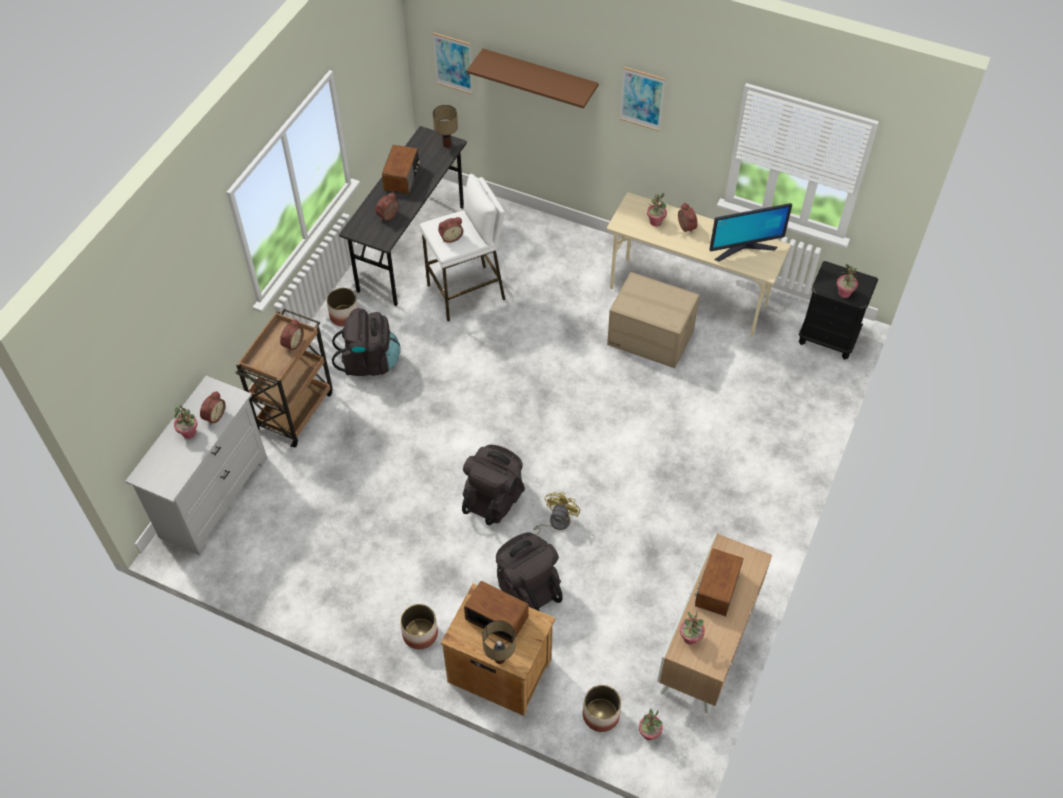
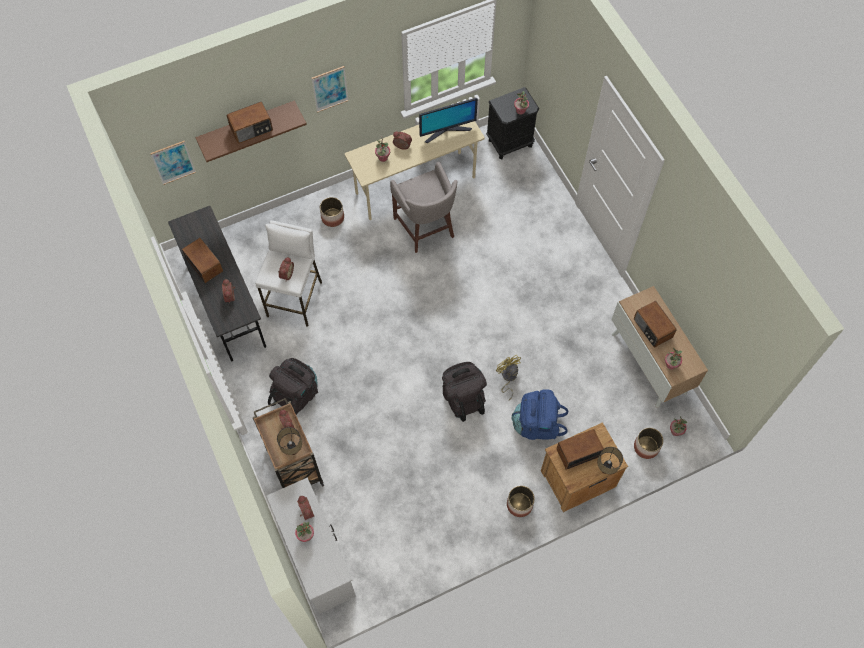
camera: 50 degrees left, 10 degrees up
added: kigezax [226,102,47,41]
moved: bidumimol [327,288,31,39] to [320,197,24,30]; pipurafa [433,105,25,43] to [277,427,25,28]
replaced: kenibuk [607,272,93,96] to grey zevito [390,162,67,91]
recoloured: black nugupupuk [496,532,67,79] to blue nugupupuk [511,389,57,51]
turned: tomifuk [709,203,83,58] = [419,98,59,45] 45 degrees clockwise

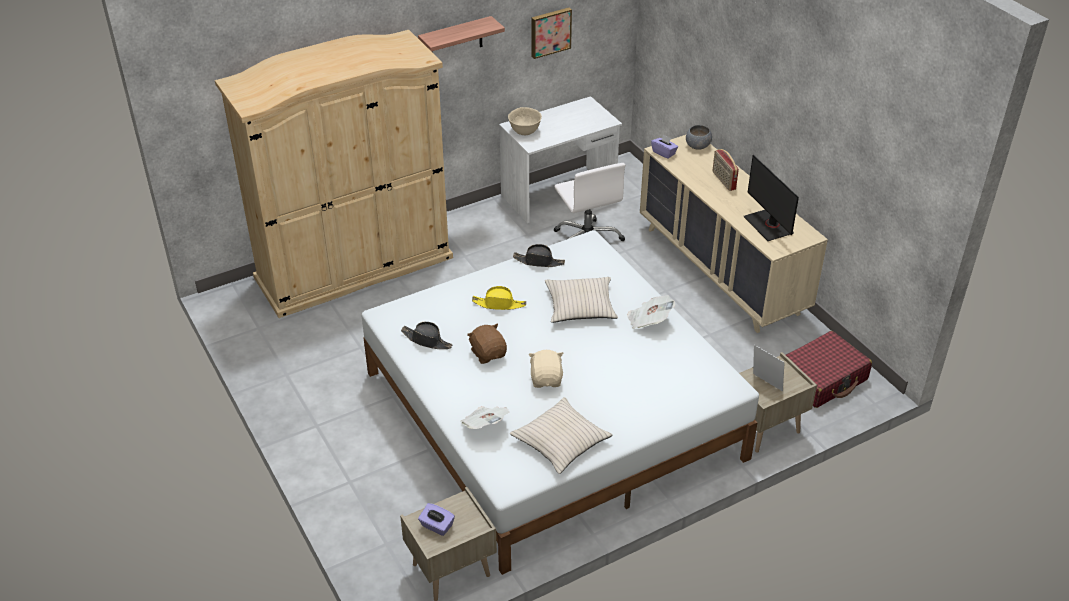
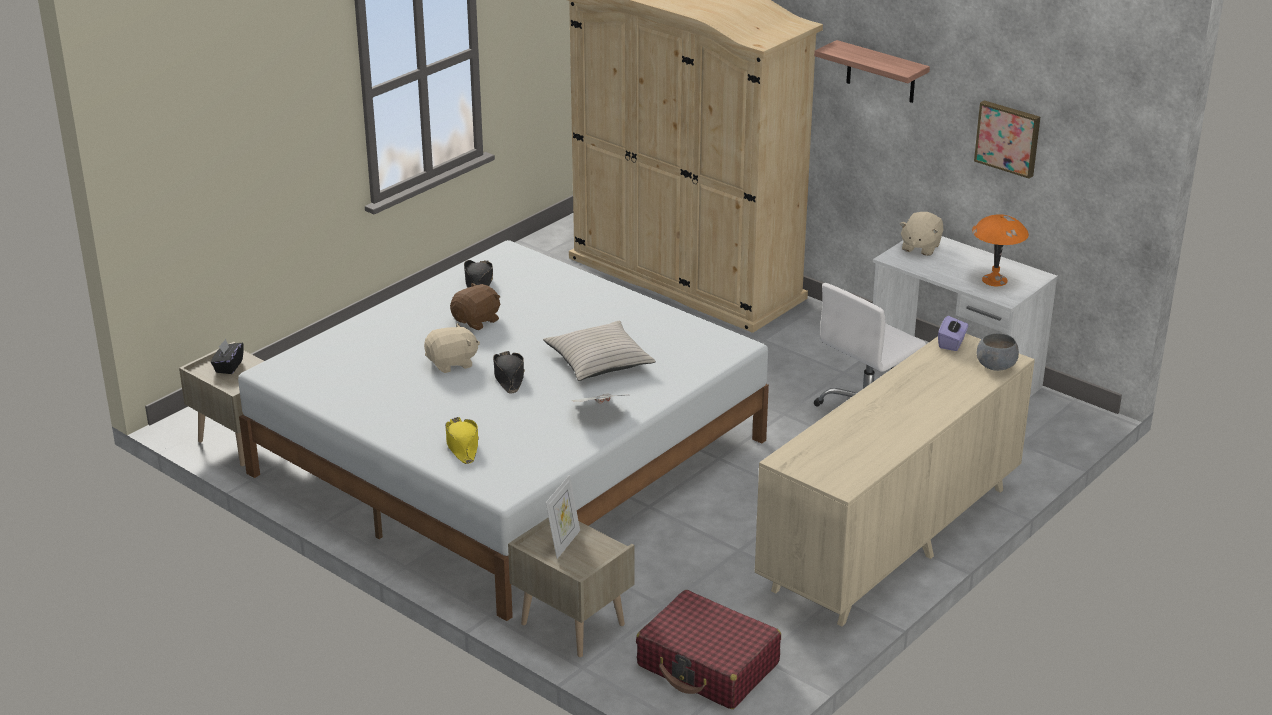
camera: 70 degrees right, 10 degrees down
removed: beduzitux [461,406,49,23]; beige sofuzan [509,397,104,77]; kigezax [713,149,26,42]; tomifuk [744,155,55,86]
added: orange pipurafa [972,214,57,72]
moved: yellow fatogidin [472,286,54,24] to [445,417,34,47]; black fatogidin [513,244,52,23] to [493,351,32,42]
replaced: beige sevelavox [508,107,34,28] to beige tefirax [900,212,44,44]
recoloured: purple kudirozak [418,503,37,33] to black kudirozak [211,339,33,35]

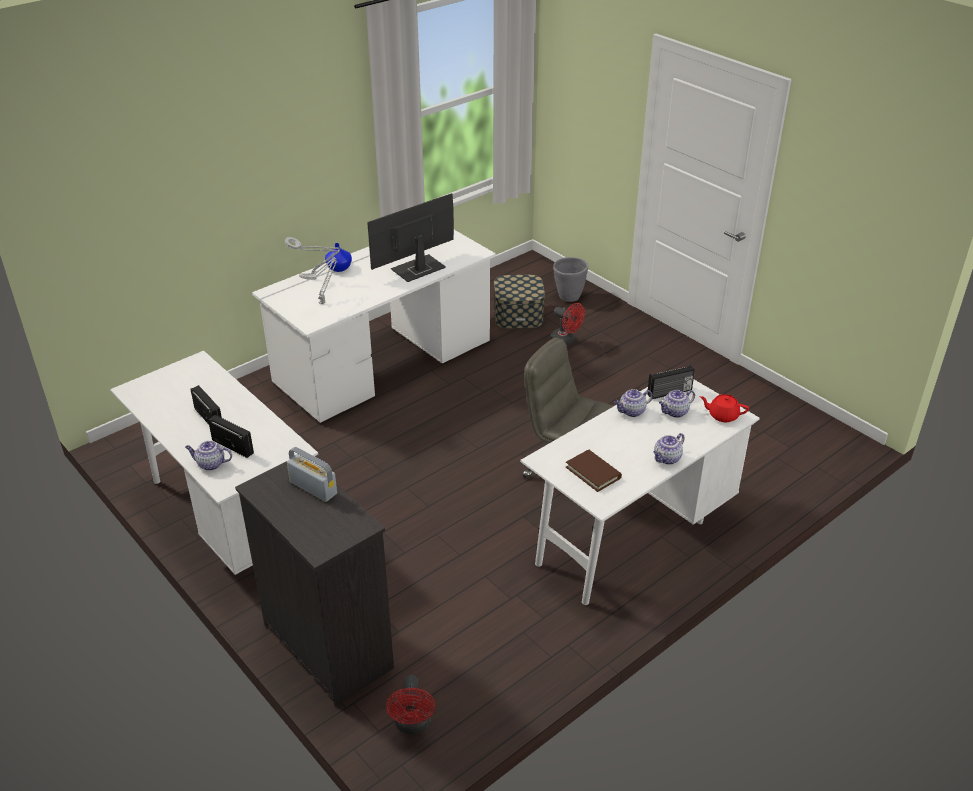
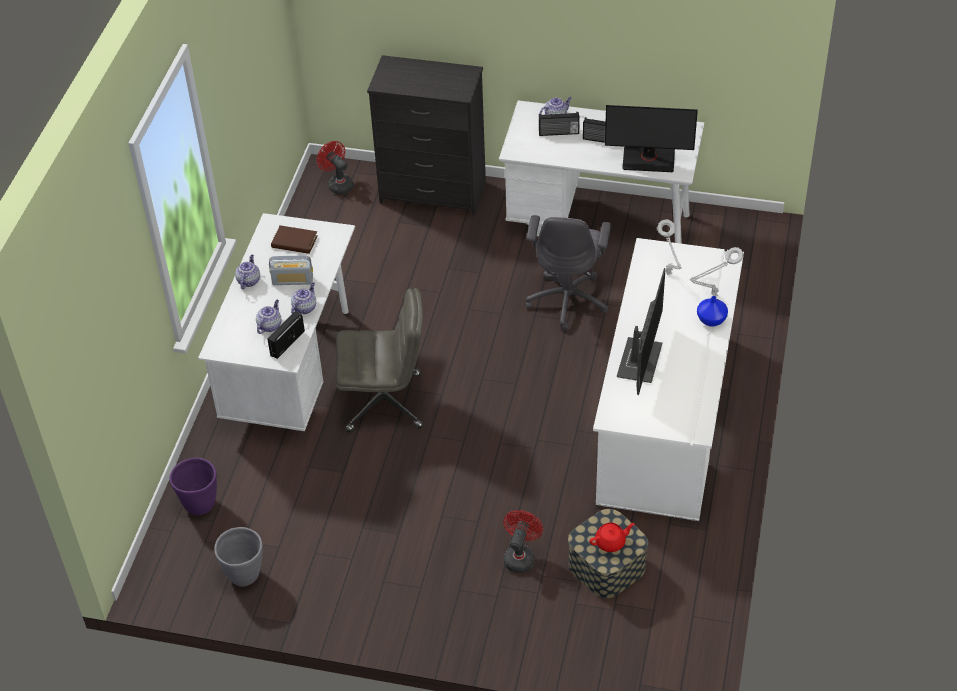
camera: 145 degrees right, 10 degrees up
added: purple bidumimol [169,458,48,57]; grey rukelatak [526,215,85,116]; tomifuk [605,105,93,67]
moved: kigezax [287,447,50,55] to [269,255,44,30]; grey bidumimol [553,257,35,45] to [214,527,49,60]; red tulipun [700,394,49,28] to [589,523,46,29]
turned: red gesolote [550,303,35,43] = [503,510,40,63] 105 degrees clockwise

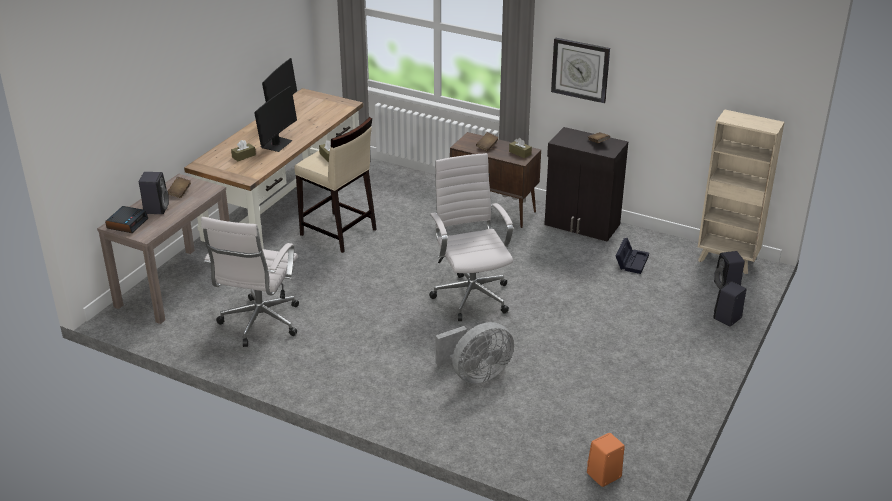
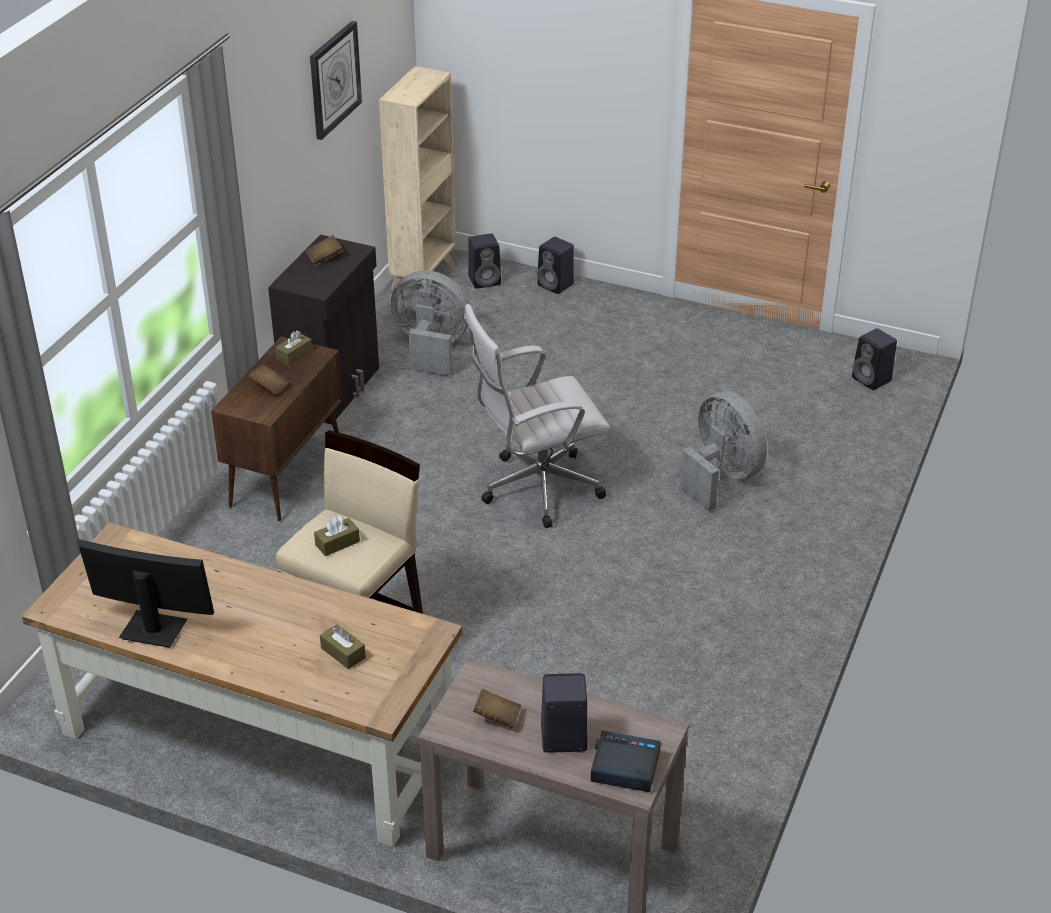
camera: 95 degrees left, 5 degrees up
removed: white rukelatak [201,217,98,130]; tomifuk [254,86,43,66]
moved: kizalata [551,37,59,66] to [310,21,52,119]
replaced: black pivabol [615,238,34,36] to grey gesolote [391,270,79,106]
recoloured: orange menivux [587,433,38,54] to black menivux [852,328,45,62]

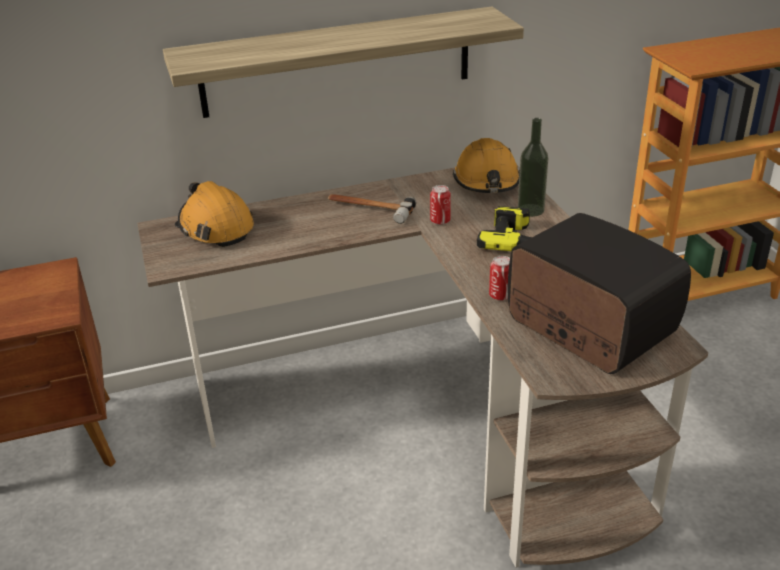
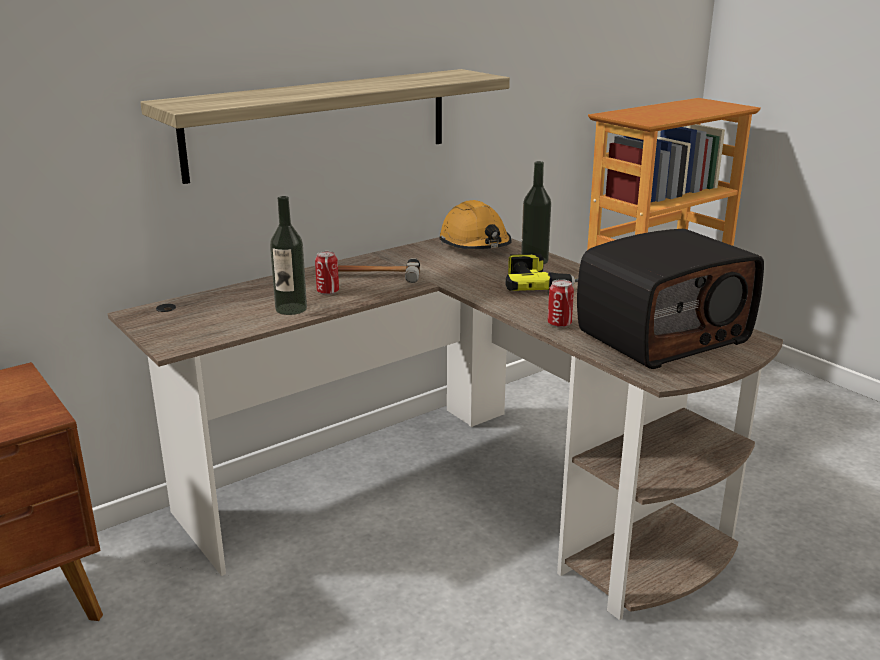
camera: 20 degrees left, 10 degrees down
removed: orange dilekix [178,181,76,66]
added: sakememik [270,196,37,119]
moved: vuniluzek [430,185,21,40] to [315,251,24,44]
turned: kigezax [508,213,183,161] = [577,229,187,140] 120 degrees clockwise

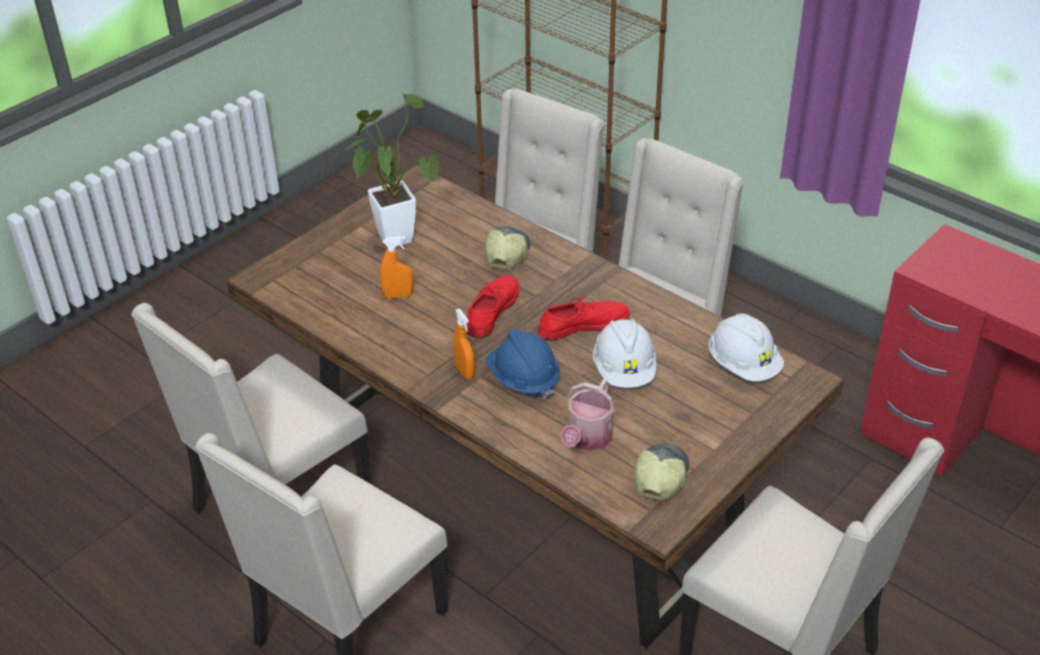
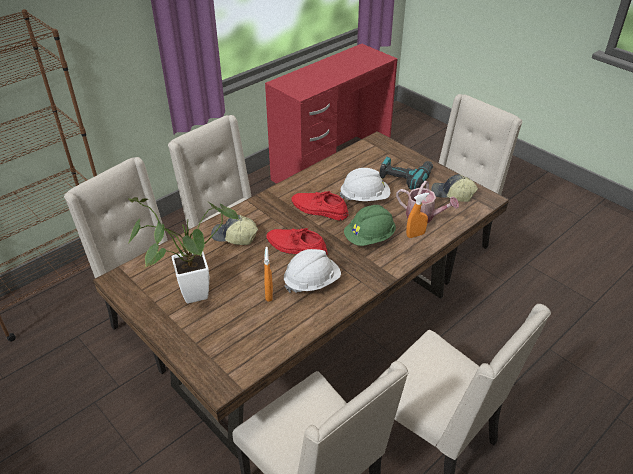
camera: 85 degrees left, 0 degrees up
added: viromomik [380,157,53,33]
moved: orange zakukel [453,309,22,71] to [406,193,23,45]; white dilekix [708,313,76,68] to [284,249,57,44]
recoloured: blue dilekix [485,330,75,70] to green dilekix [344,205,52,41]
turned: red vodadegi [538,294,92,47] = [291,191,57,30] 45 degrees counterclockwise

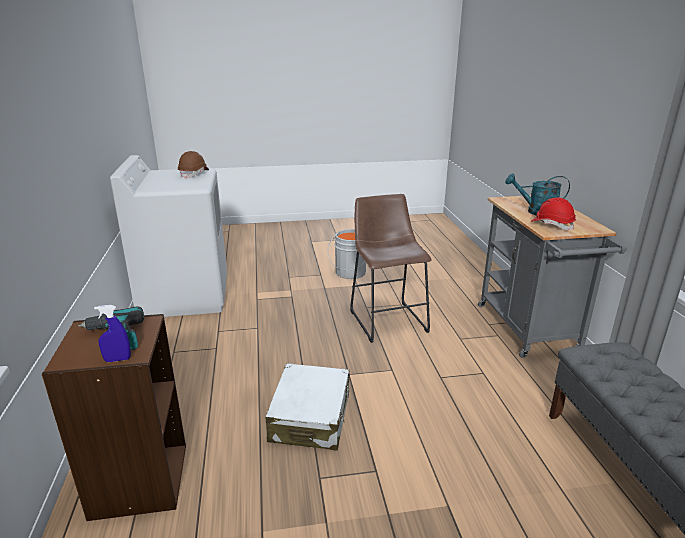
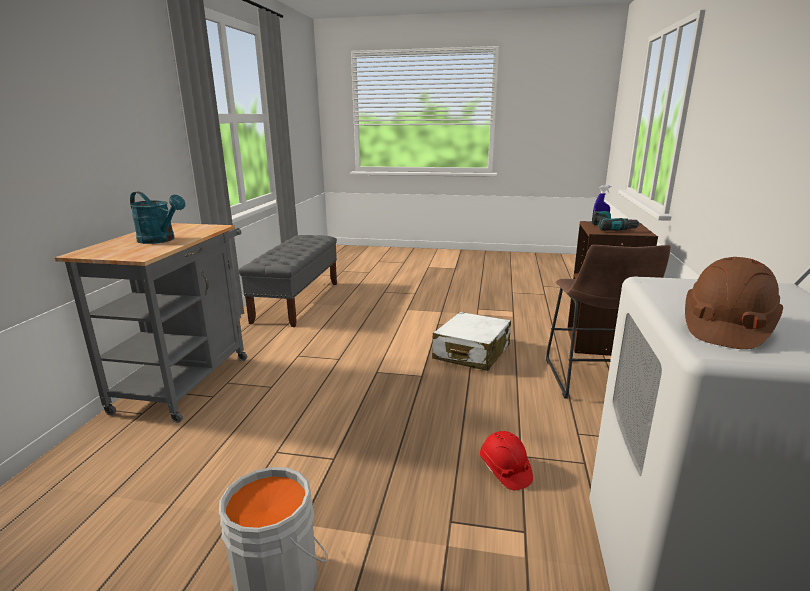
camera: 160 degrees left, 5 degrees down
moved: brown zevito [350,194,82,149] to [546,245,124,154]; red dilekix [530,197,46,33] to [480,431,53,59]

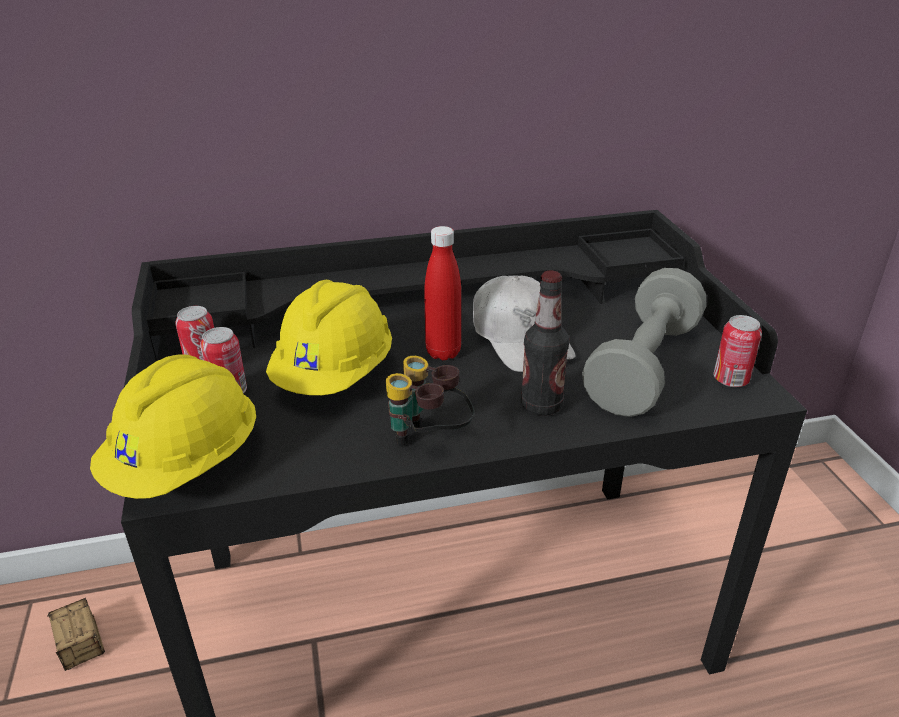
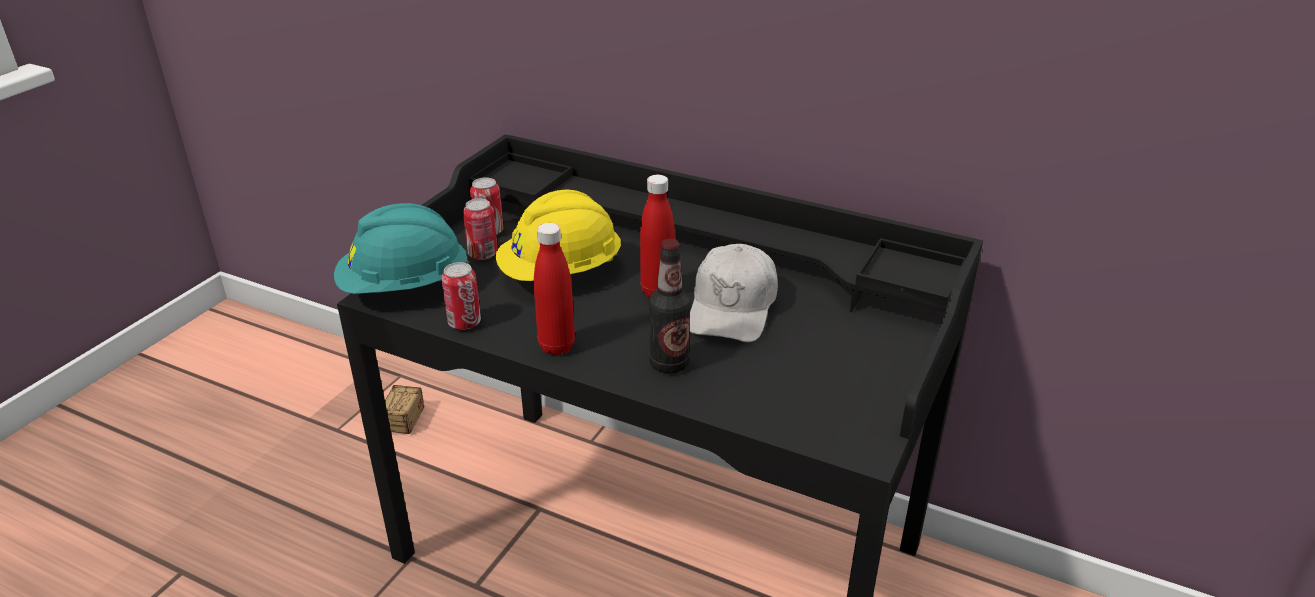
camera: 40 degrees right, 0 degrees up
removed: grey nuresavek [582,268,124,149]
moved: vuniluzek [714,315,48,72] to [441,262,40,68]
replaced: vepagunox [386,356,89,90] to red sakememik [534,223,41,133]
recoloured: yellow dilekix [90,354,166,145] to turquoise dilekix [334,203,135,91]

